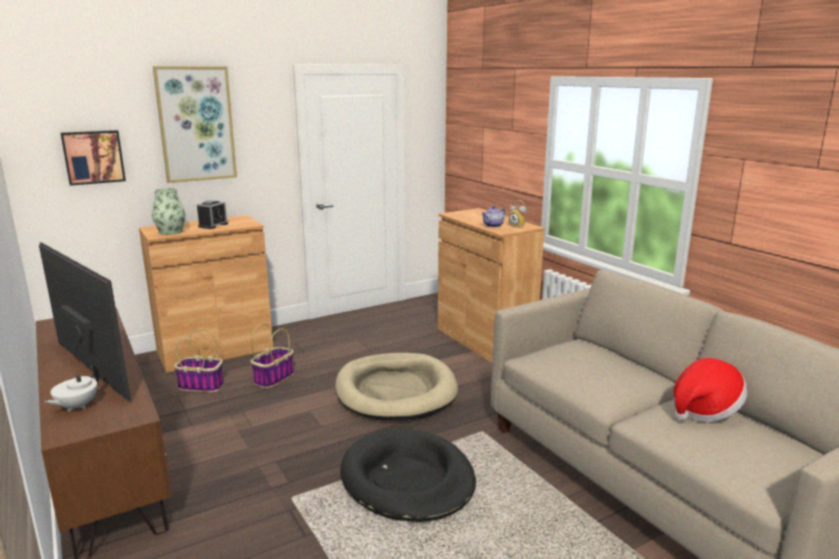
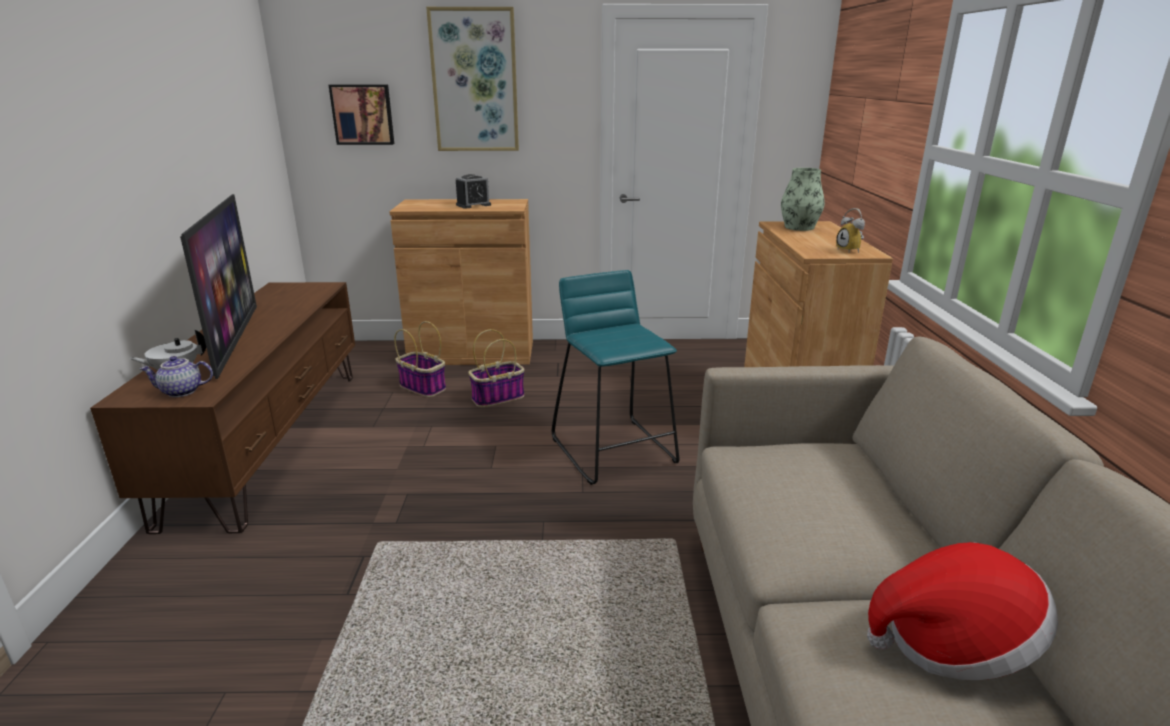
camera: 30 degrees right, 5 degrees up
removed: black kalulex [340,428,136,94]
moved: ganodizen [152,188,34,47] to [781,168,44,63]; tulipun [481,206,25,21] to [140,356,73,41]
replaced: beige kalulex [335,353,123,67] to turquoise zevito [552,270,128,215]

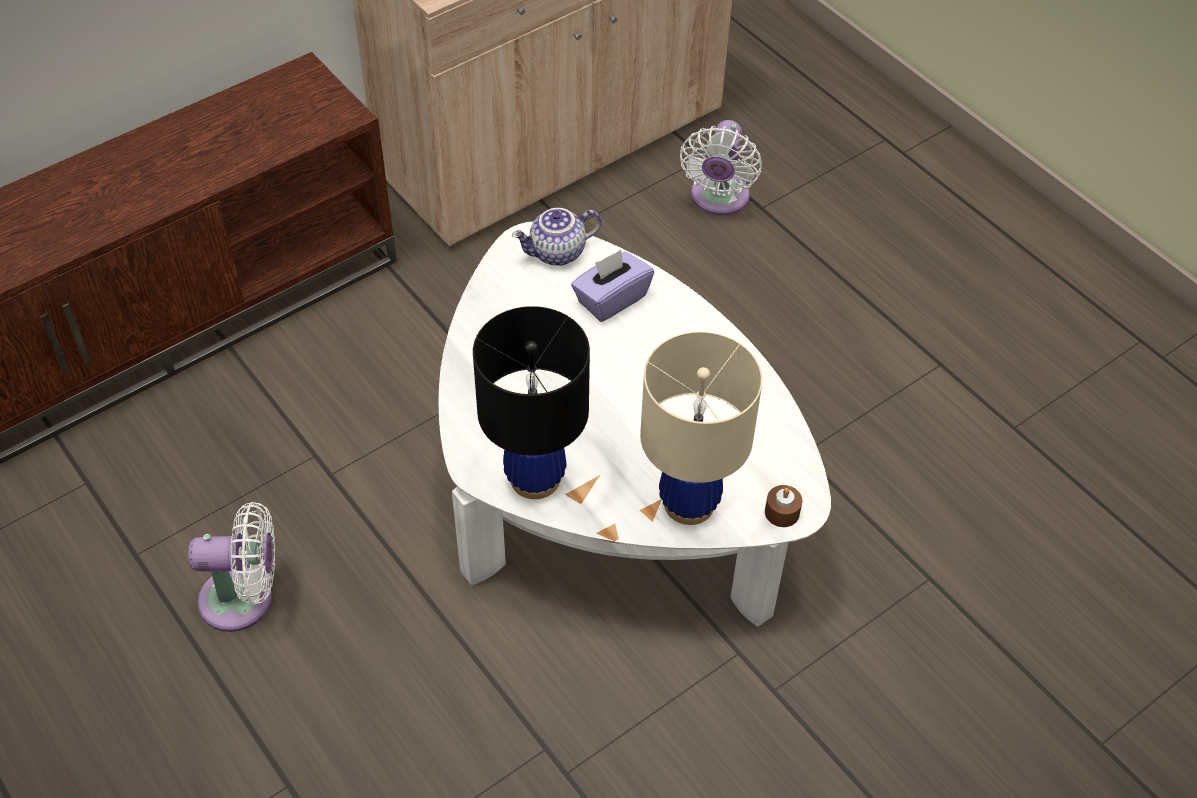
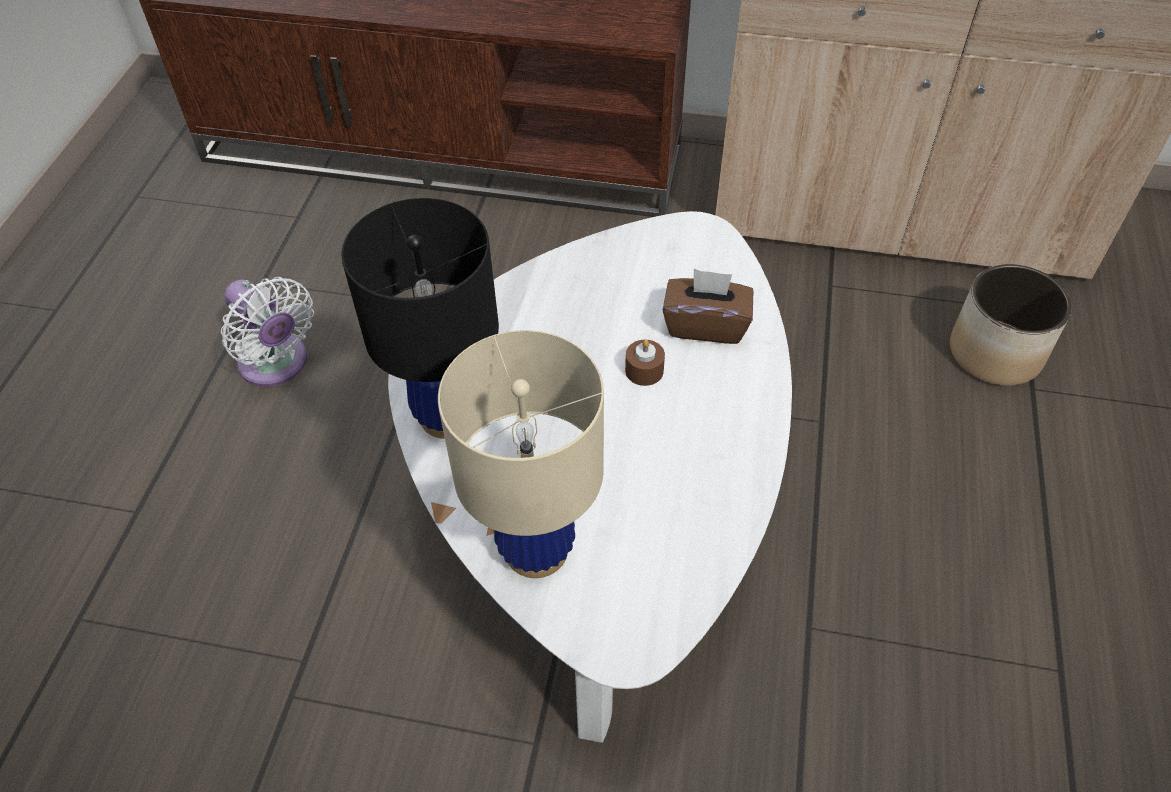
camera: 50 degrees right, 0 degrees up
removed: tulipun [512,208,90,58]
moved: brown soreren [765,485,37,42] to [625,340,40,46]
replaced: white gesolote [680,120,82,96] to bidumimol [950,264,122,122]
recoloured: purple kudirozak [571,250,83,72] to brown kudirozak [663,269,90,75]

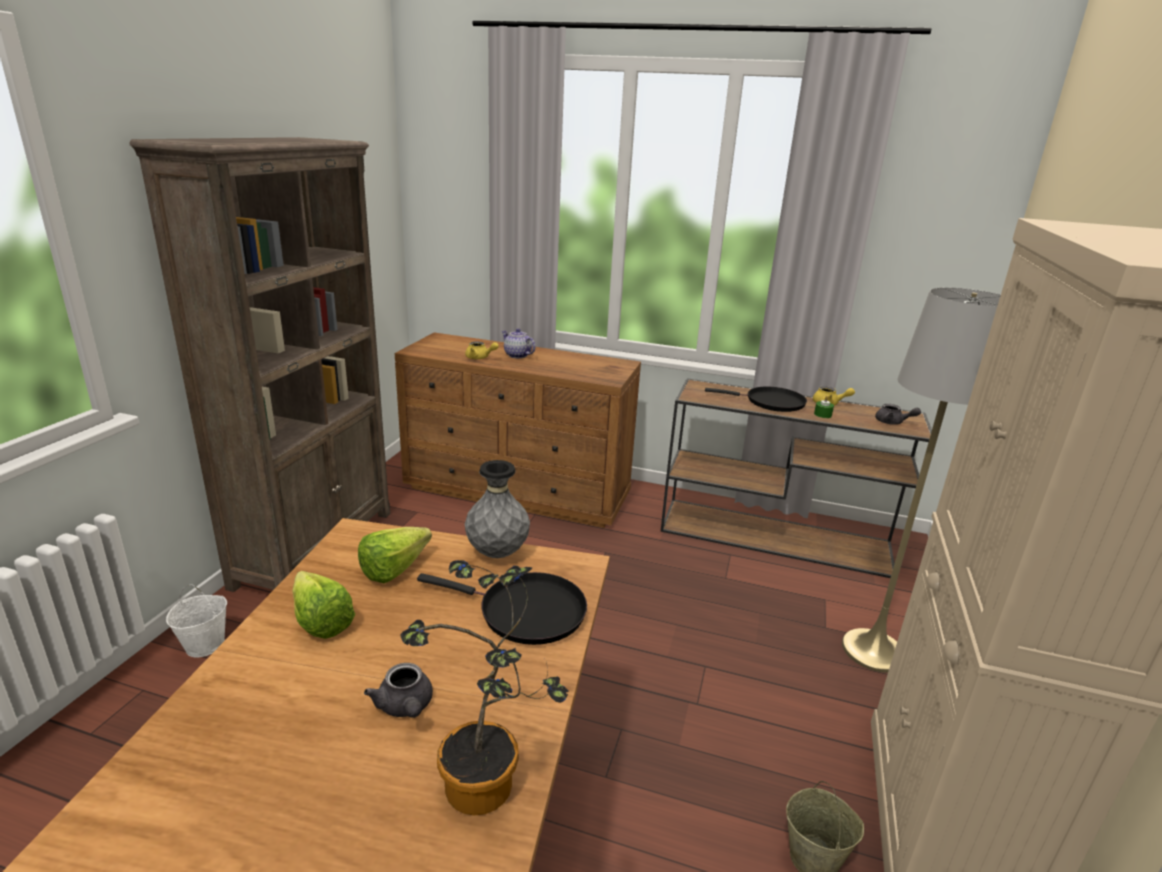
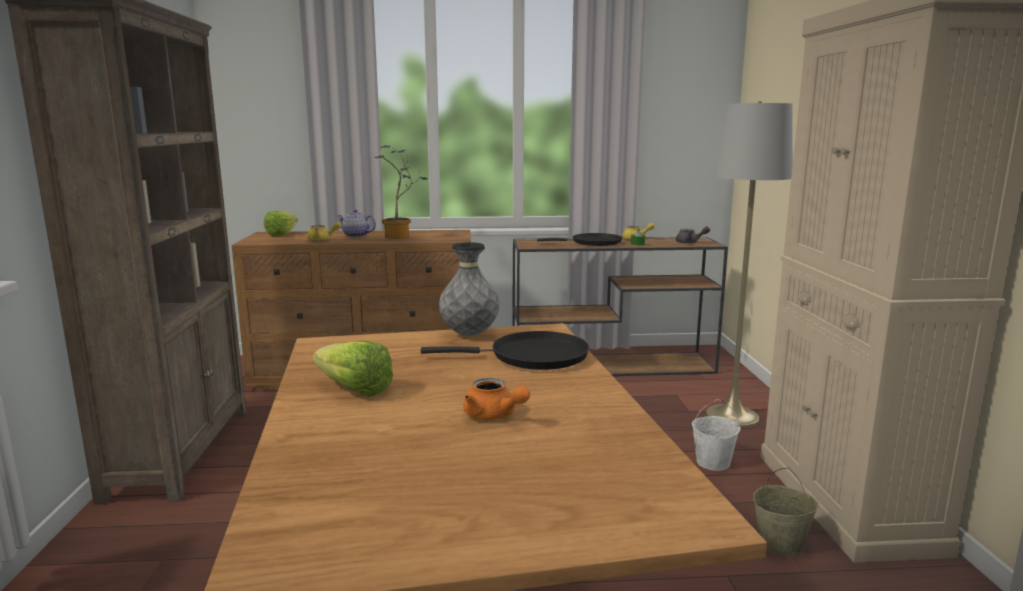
camera: 20 degrees left, 10 degrees down
moved: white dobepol [166,584,61,74] to [692,399,48,72]; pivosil [358,527,74,56] to [264,211,34,26]; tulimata [400,560,169,255] to [374,146,53,93]
recoloured: grey tulipun [364,663,69,55] to orange tulipun [463,378,67,42]

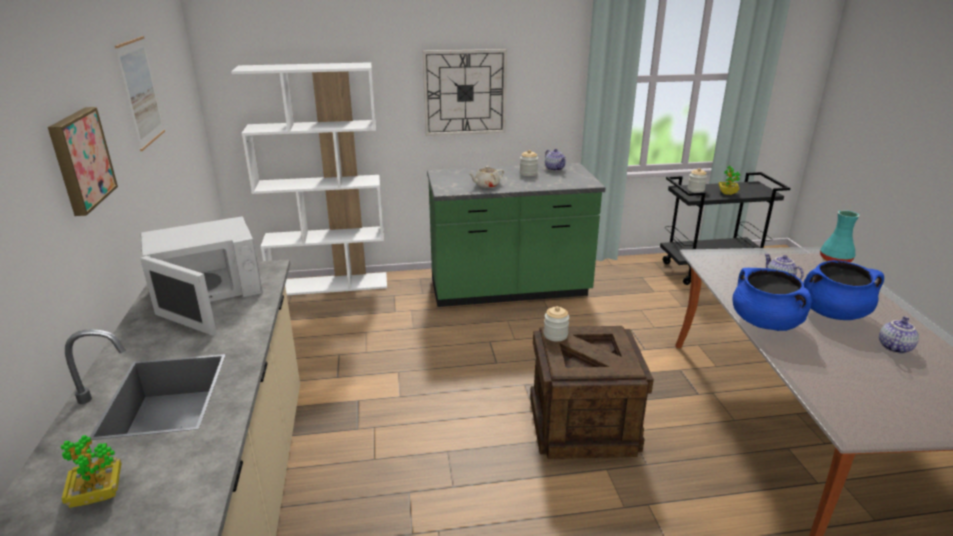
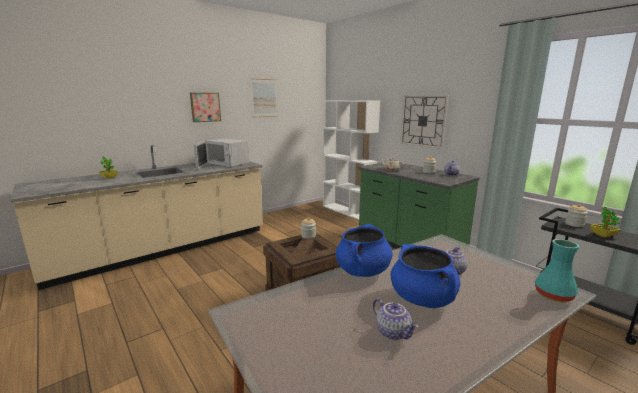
camera: 60 degrees right, 10 degrees down
turned: tulipun [879,316,40,37] = [373,298,46,42] 45 degrees clockwise

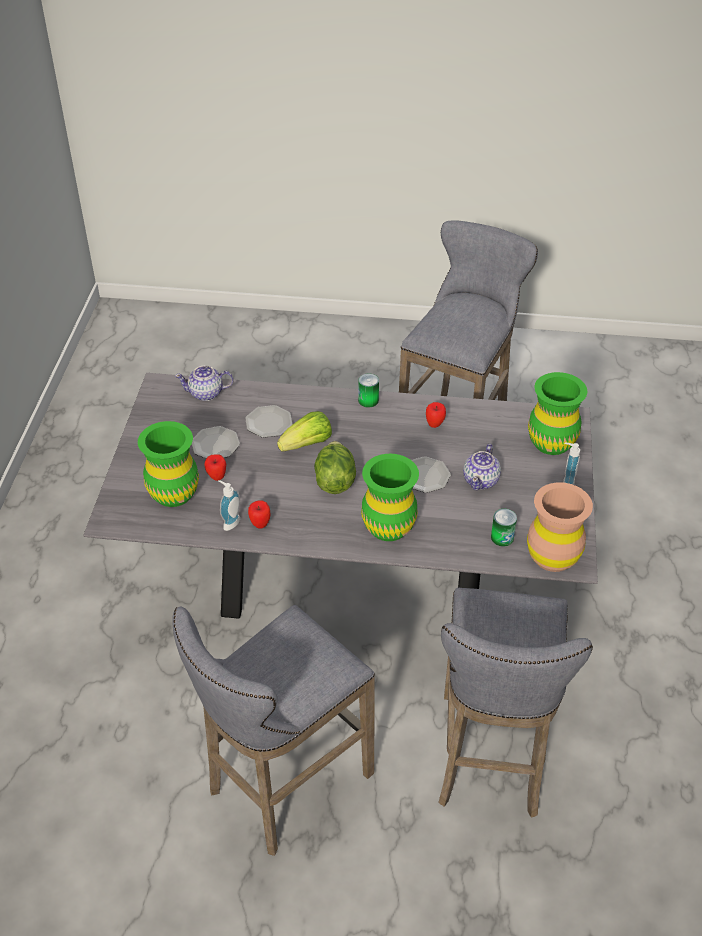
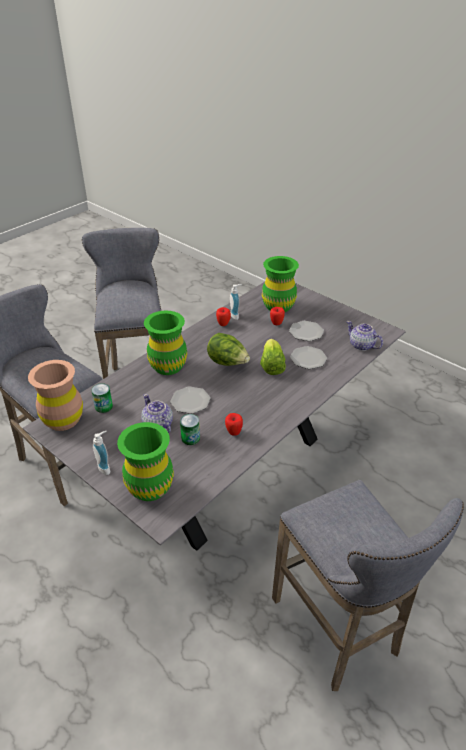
camera: 125 degrees right, 5 degrees down
moved: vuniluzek [358,373,21,35] to [180,414,20,31]
turned: tulipun [175,365,59,36] = [346,321,37,30] 75 degrees counterclockwise

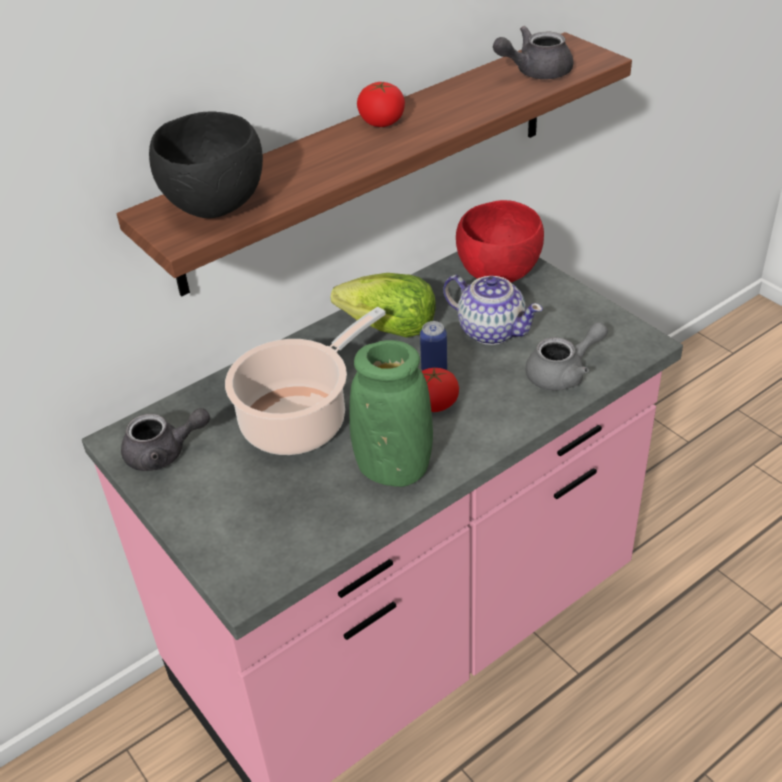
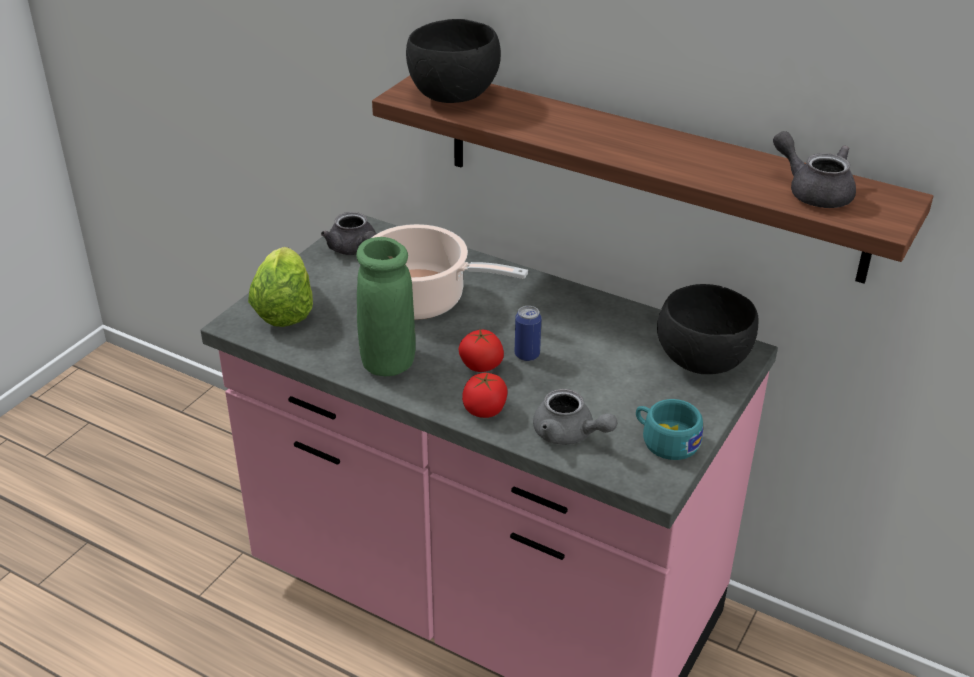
camera: 65 degrees right, 5 degrees down
removed: tulipun [443,275,100,70]
added: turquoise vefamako [636,399,67,61]
moved: pivosil [331,273,105,65] to [248,247,65,80]; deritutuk [357,82,48,45] to [462,373,45,45]
recoloured: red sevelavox [456,200,88,82] to black sevelavox [657,284,102,90]

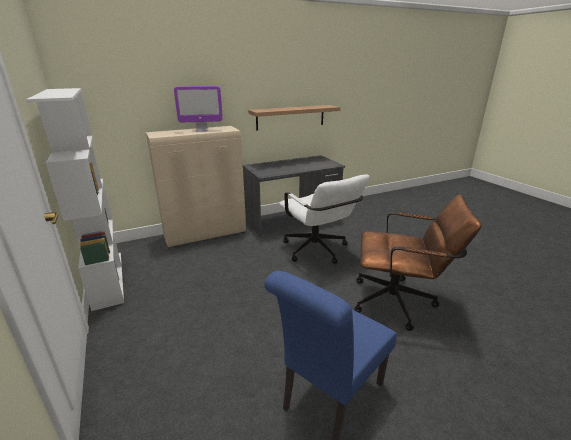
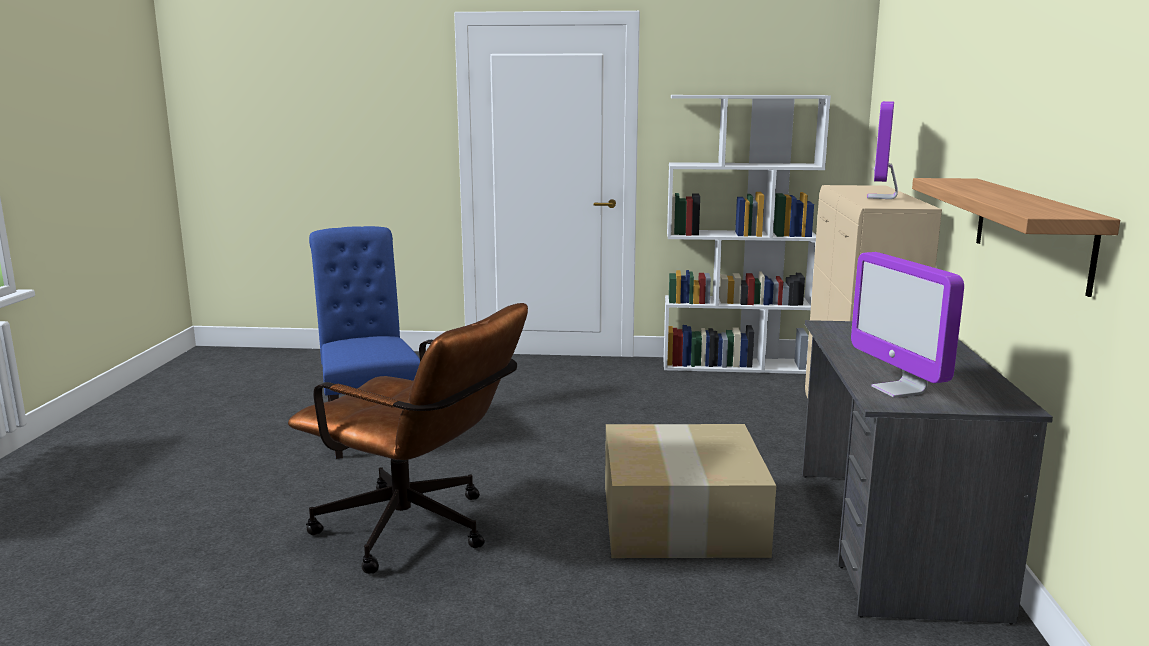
camera: 120 degrees right, 10 degrees down
added: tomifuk [851,252,113,146]
replaced: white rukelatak [279,174,91,90] to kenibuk [605,424,171,134]
turned: brown rukelatak [354,194,128,137] = [288,303,240,271] 105 degrees counterclockwise

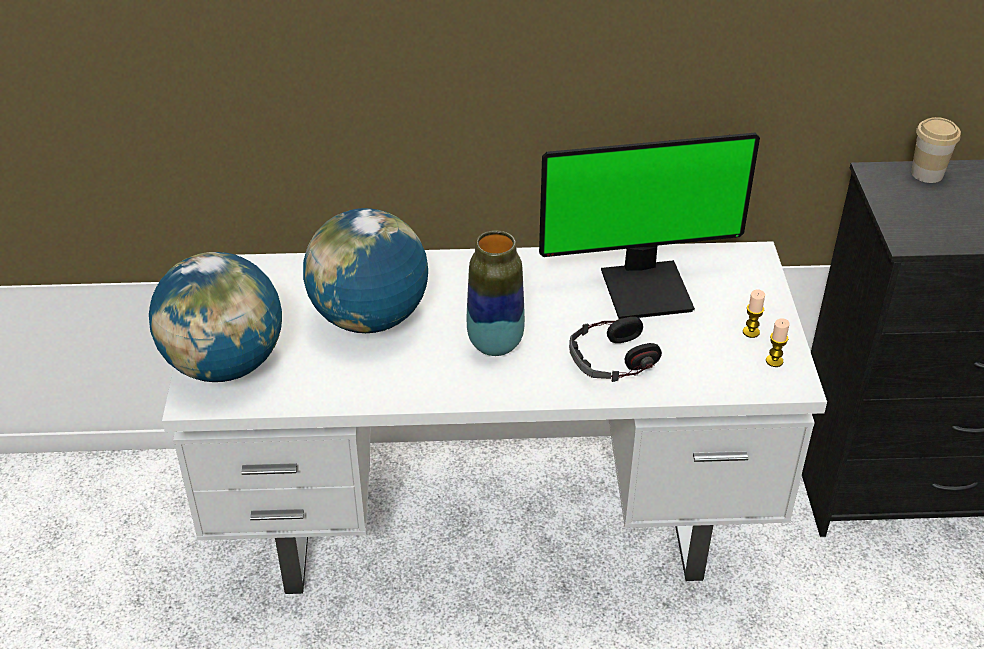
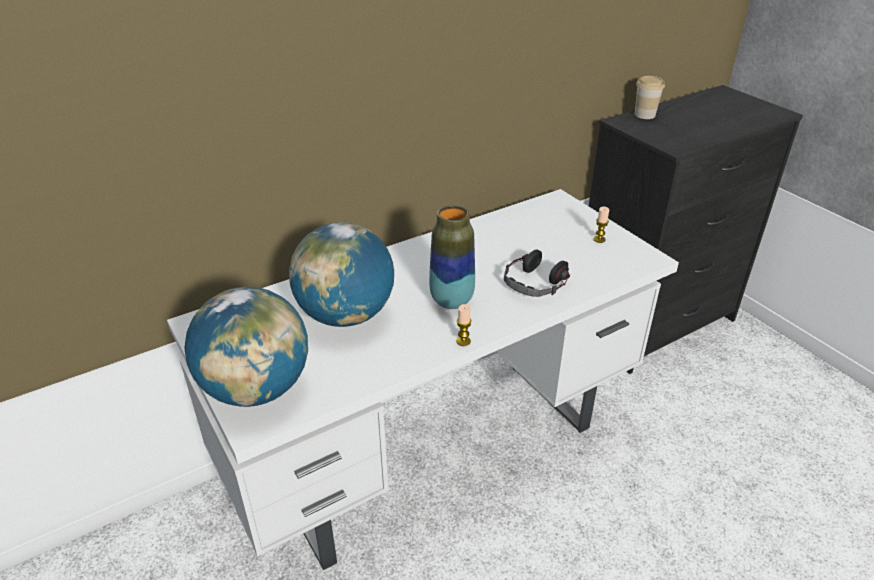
camera: 30 degrees left, 5 degrees down
removed: tomifuk [539,133,221,186]
moved: soreren [766,318,24,49] to [456,304,16,42]

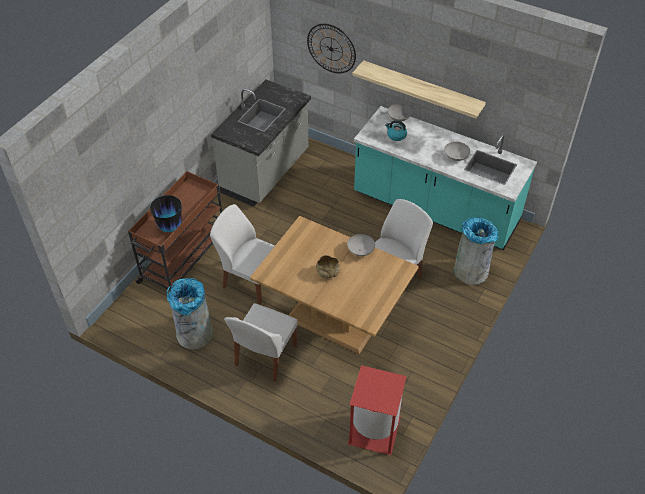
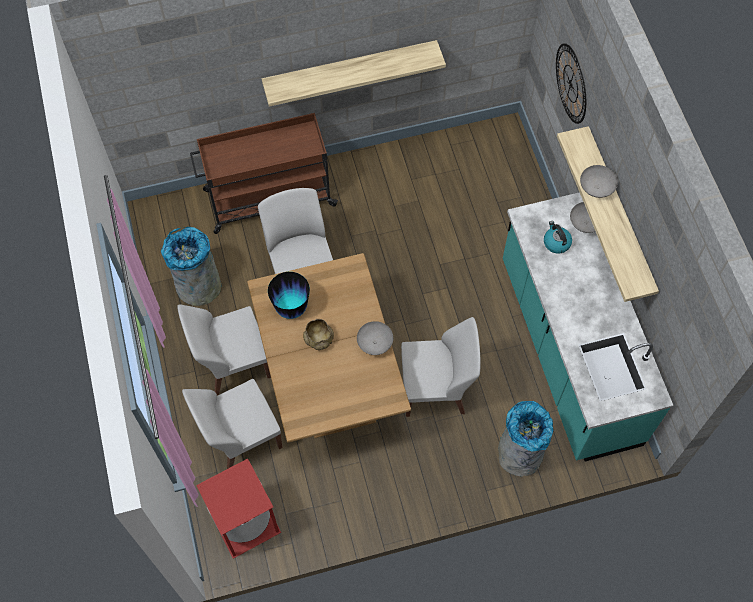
camera: 45 degrees right, 15 degrees up
removed: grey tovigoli [211,79,100,128]
added: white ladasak [182,379,101,90]; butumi [262,40,184,67]
moved: ganodizen [150,195,32,37] to [268,272,42,47]; grey sevelavox [444,142,26,19] to [580,165,38,33]

